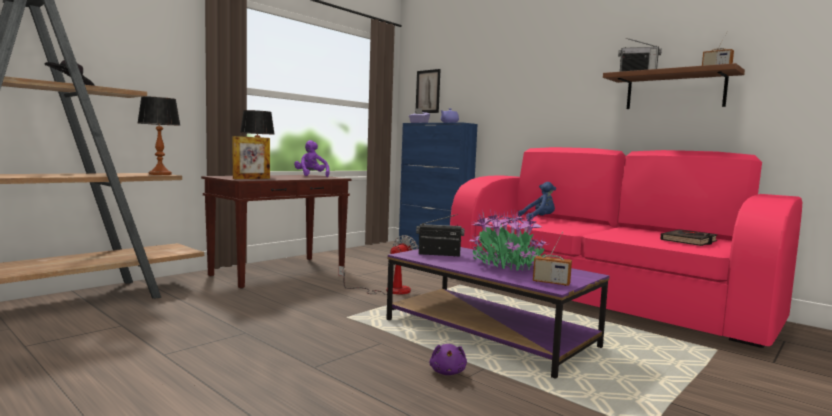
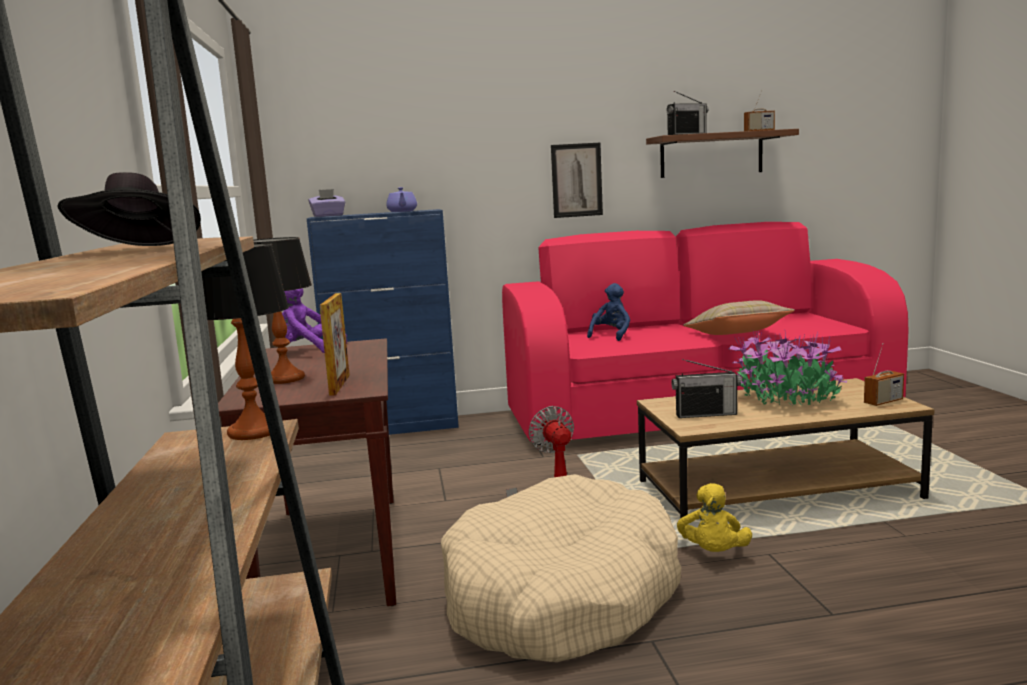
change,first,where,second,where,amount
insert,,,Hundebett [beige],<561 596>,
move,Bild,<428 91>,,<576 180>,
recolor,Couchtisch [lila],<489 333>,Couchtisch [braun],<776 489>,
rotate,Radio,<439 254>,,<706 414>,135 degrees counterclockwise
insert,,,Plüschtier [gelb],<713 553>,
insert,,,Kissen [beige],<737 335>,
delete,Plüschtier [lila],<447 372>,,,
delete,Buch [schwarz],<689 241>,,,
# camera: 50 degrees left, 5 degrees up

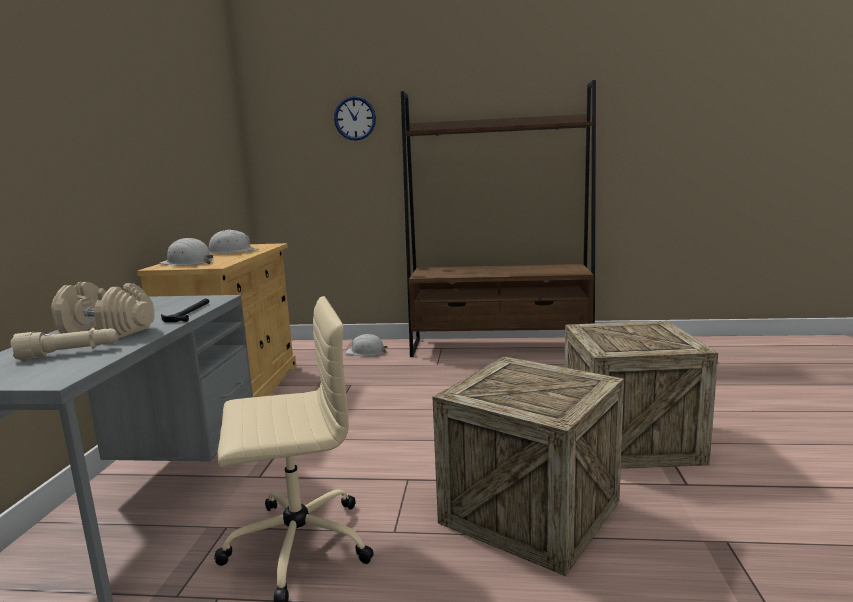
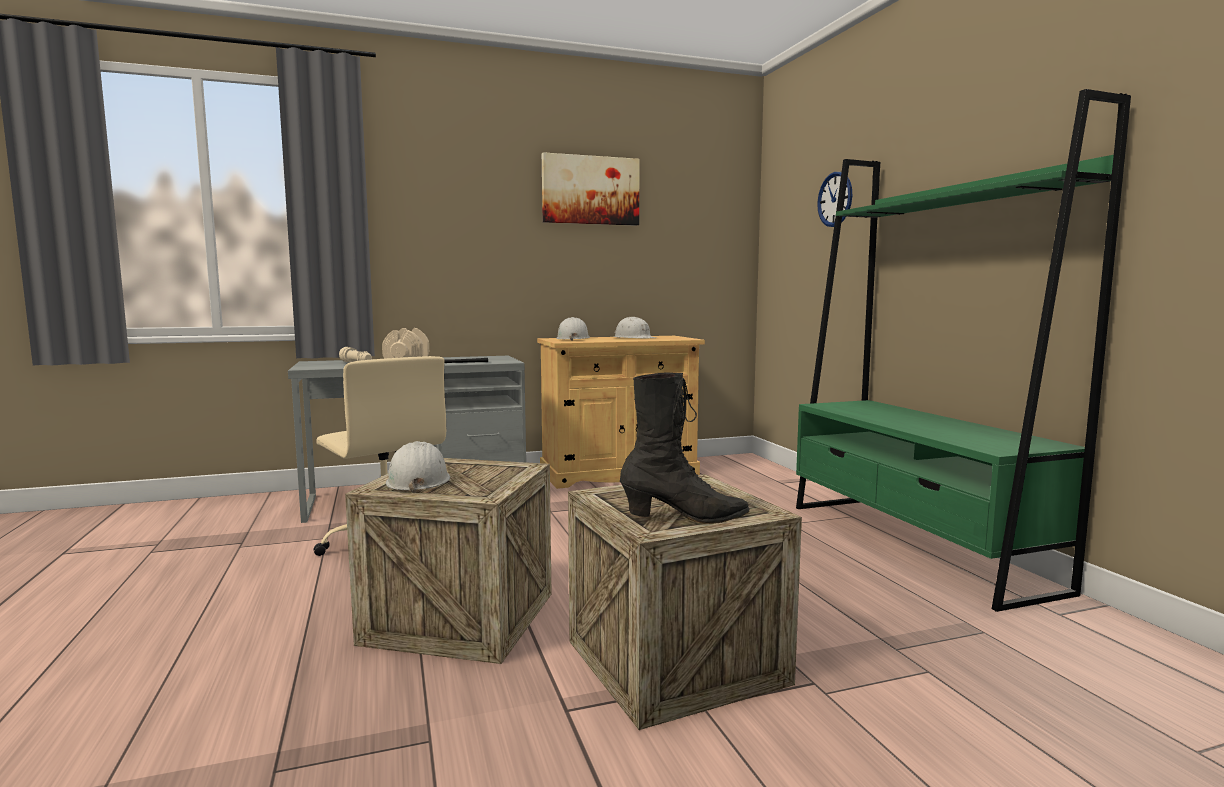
change,first,where,second,where,amount
move,Schutzhelm [weiß],<366 352>,,<418 480>,
insert,,,Bild,<590 190>,
insert,,,Stiefel [schwarz],<685 518>,
recolor,Bücherregal [braun],<500 347>,Bücherregal [grün],<914 545>,
# camera: 65 degrees right, 5 degrees down

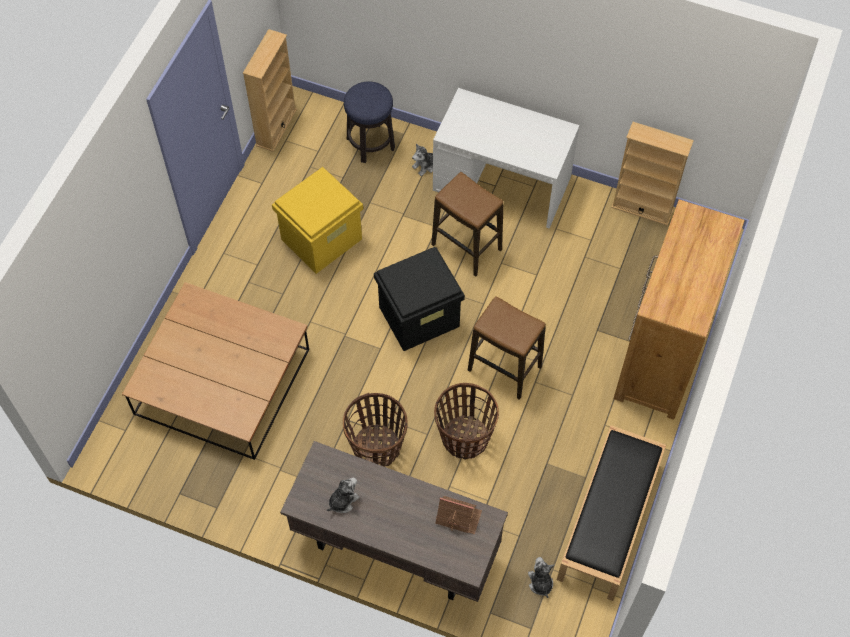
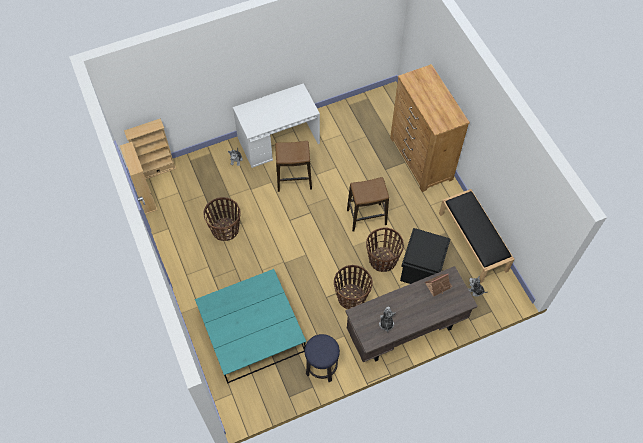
change,first,where,second,where,amount
move,Bücherregal [beige],<642 208>,,<157 170>,
recolor,Couchtisch [braun],<222 381>,Couchtisch [türkis],<252 331>,
replace,Aufbewahrungsbox [gelb],<322 238>,Korb,<225 229>,
move,Hocker,<370 143>,,<322 366>,
move,Aufbewahrungsbox [schwarz],<419 316>,,<421 269>,
# camera: 45 degrees left, 0 degrees up

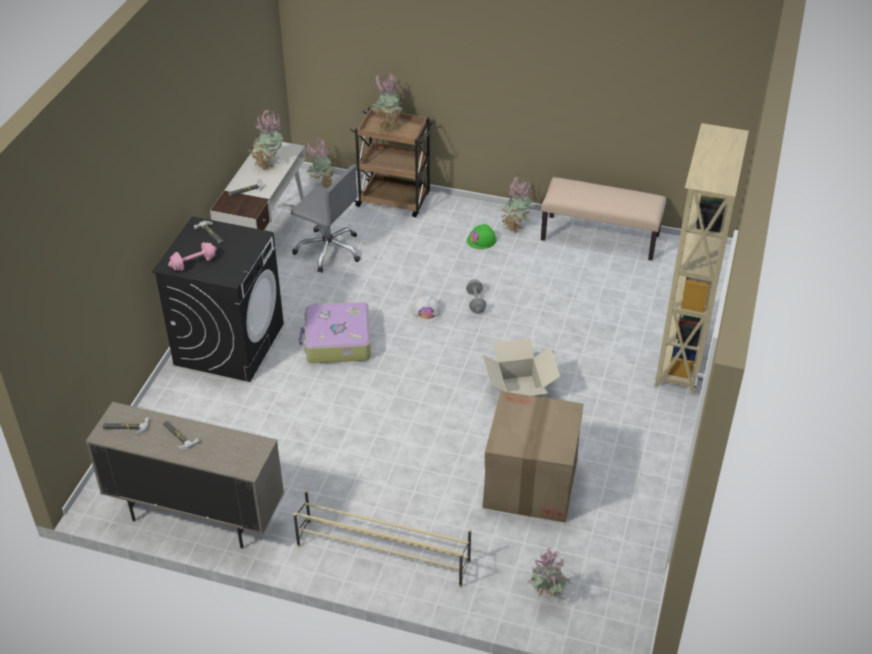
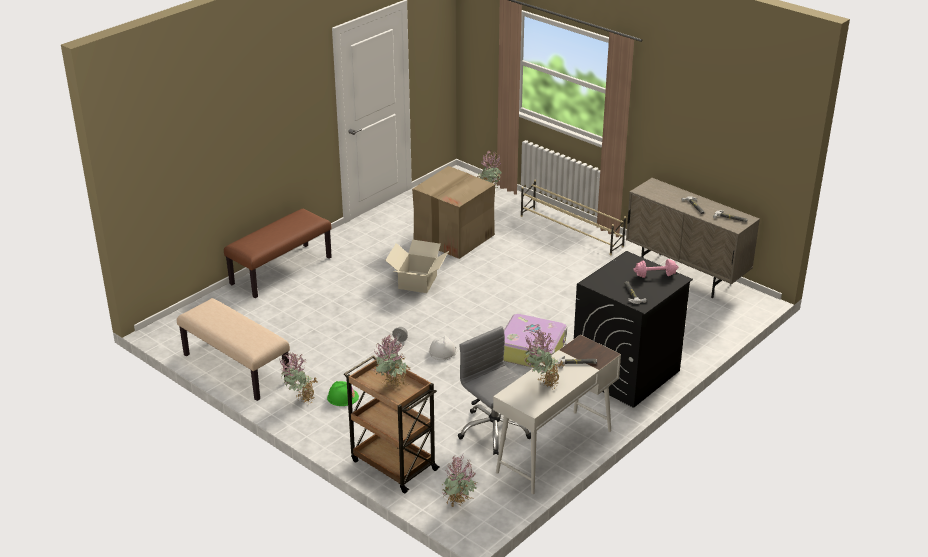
change,first,where,second,where,amount
replace,Bücherregal [beige],<680 358>,Bank [braun],<281 270>,
# camera: 155 degrees left, 10 degrees down

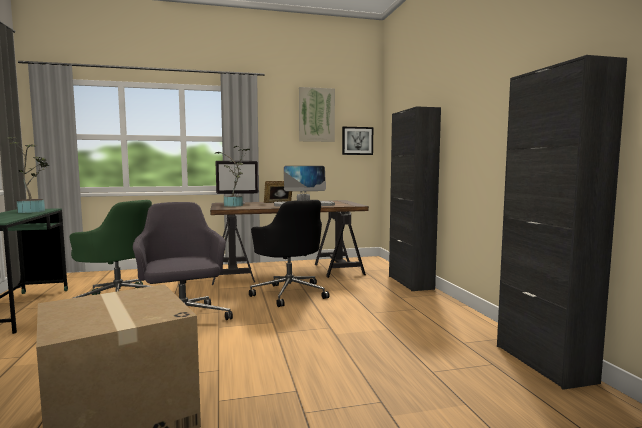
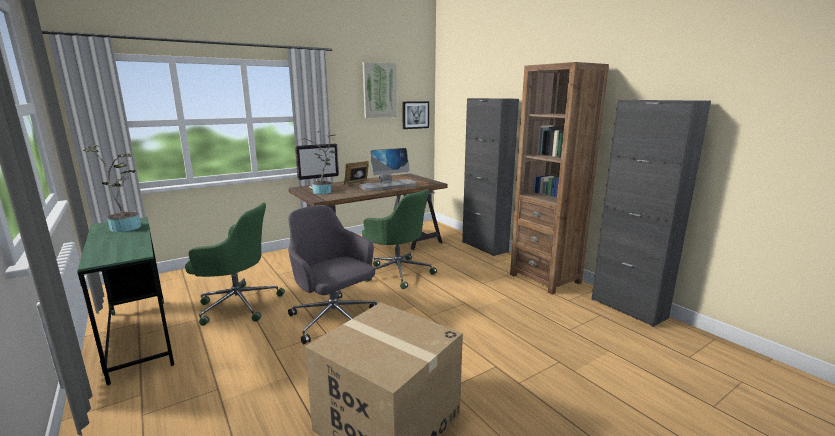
change,first,where,second,where,amount
recolor,Bürostuhl [schwarz],<289 293>,Bürostuhl [grün],<397 272>,
insert,,,Bücherregal [braun],<545 278>,
# camera: 20 degrees left, 10 degrees up

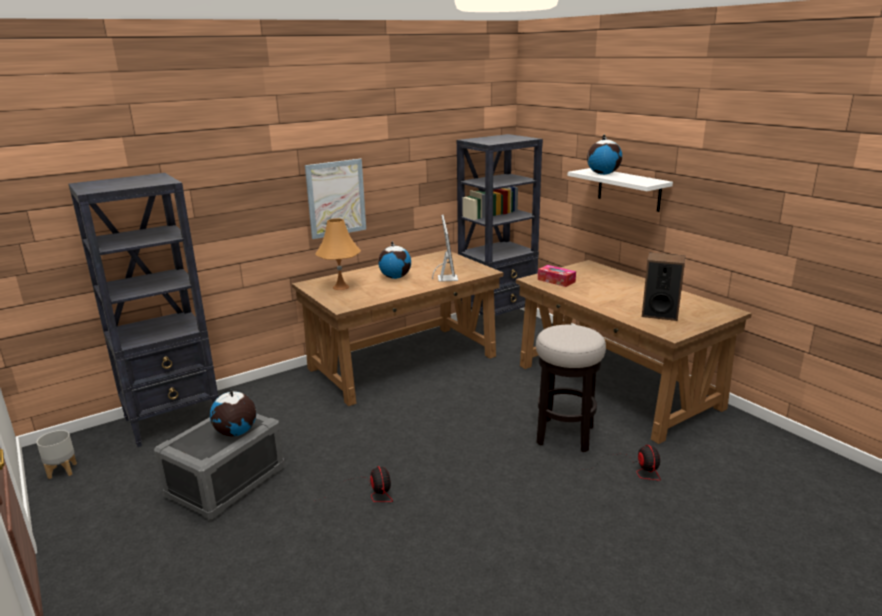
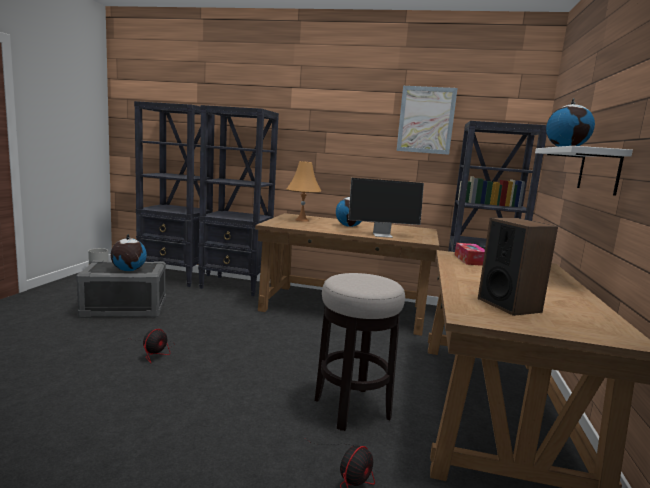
change,first,where,second,where,amount
insert,,,Bücherregal [schwarz],<236 286>,
rotate,Monitor,<447 278>,,<383 235>,45 degrees clockwise
move,Bild,<336 198>,,<426 120>,
# camera: 45 degrees right, 10 degrees down

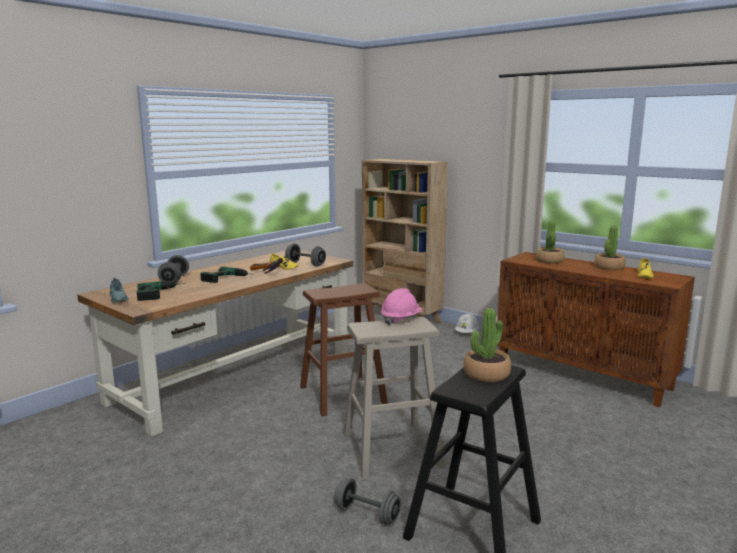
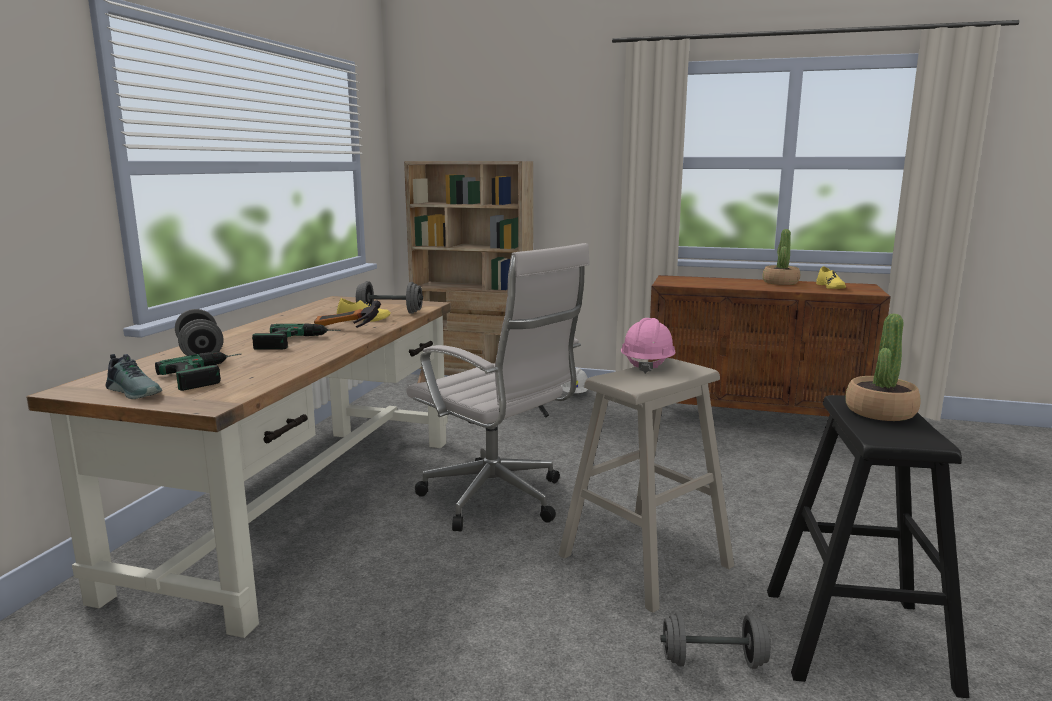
change,first,where,second,where,amount
replace,Hocker [braun],<342 394>,Bürostuhl [weiß],<498 500>,
delete,Topfpflanze,<549 261>,,,
# camera: 25 degrees left, 0 degrees up

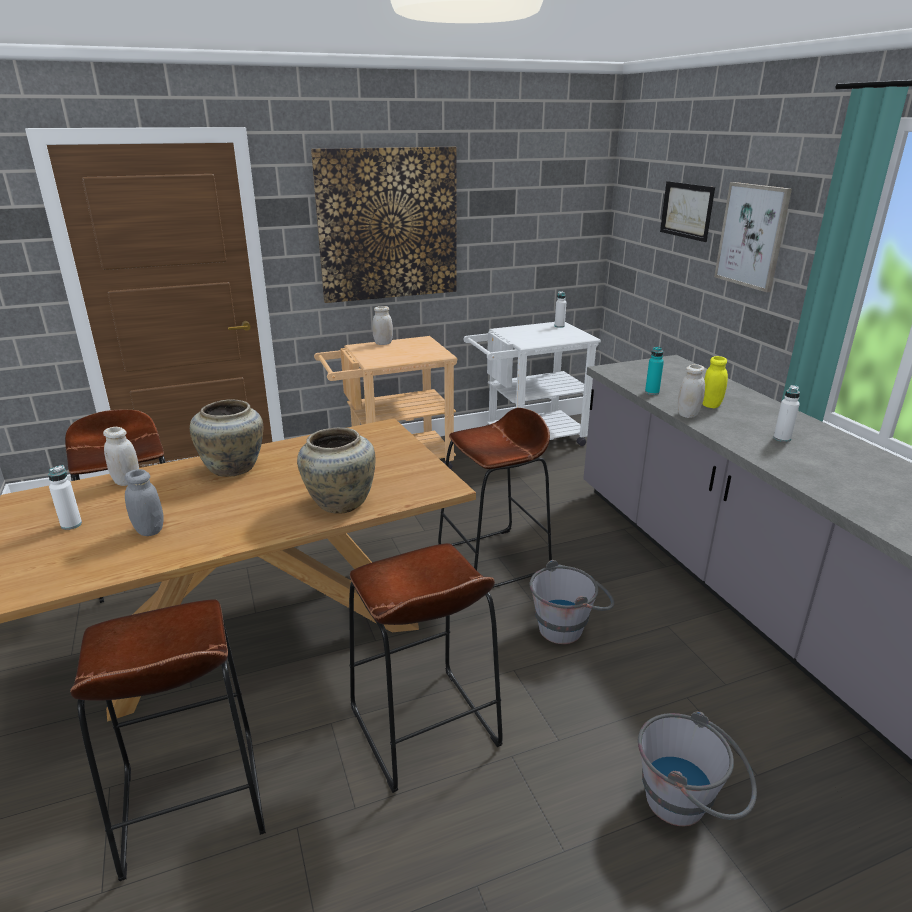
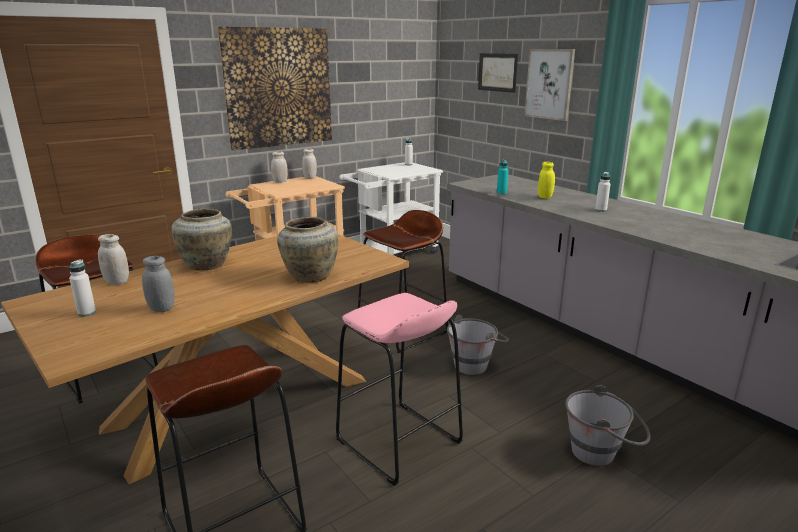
change,first,where,second,where,amount
move,Vorratsglas [weiß],<688 414>,,<310 178>,
recolor,Hocker [braun],<423 727>,Hocker [rosa],<398 441>,
# camera: 15 degrees left, 5 degrees down

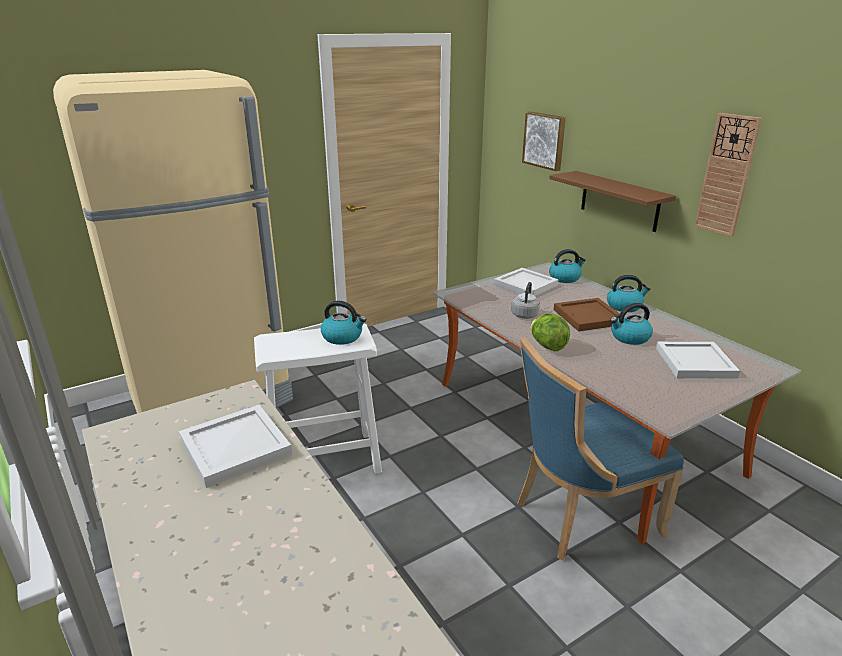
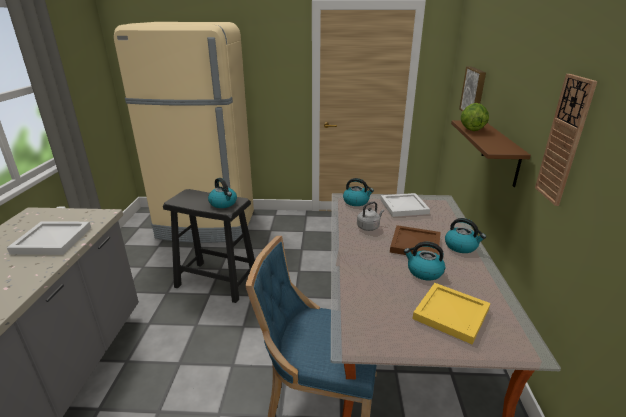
change,first,where,second,where,amount
recolor,Hocker [weiß],<323 460>,Hocker [schwarz],<216 281>,
move,Wasserkessel,<565 278>,,<356 201>,
recolor,Tablett [weiß],<696 363>,Tablett [gelb],<451 315>,
move,Salatkopf,<547 346>,,<471 129>,
# camera: 35 degrees right, 0 degrees up

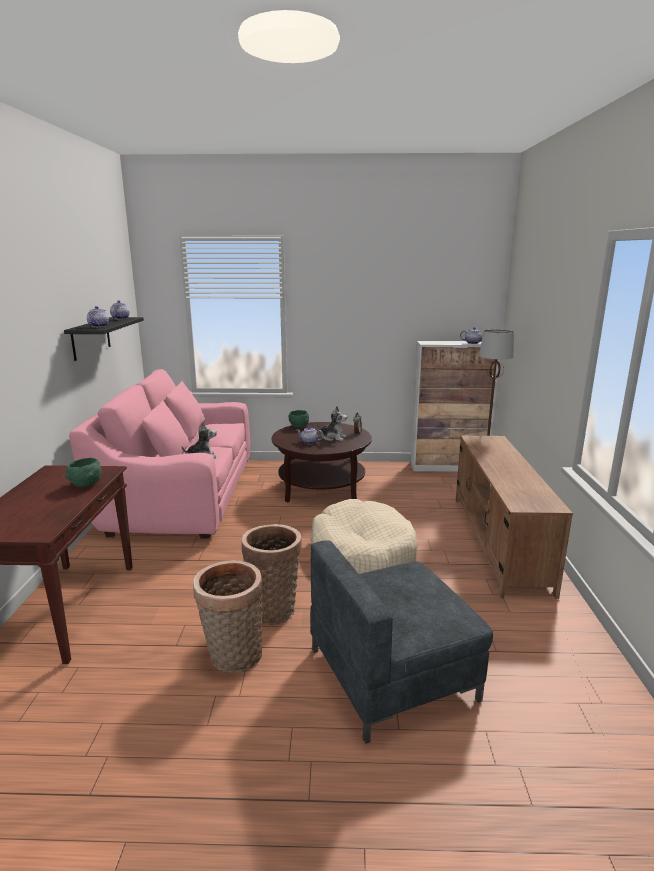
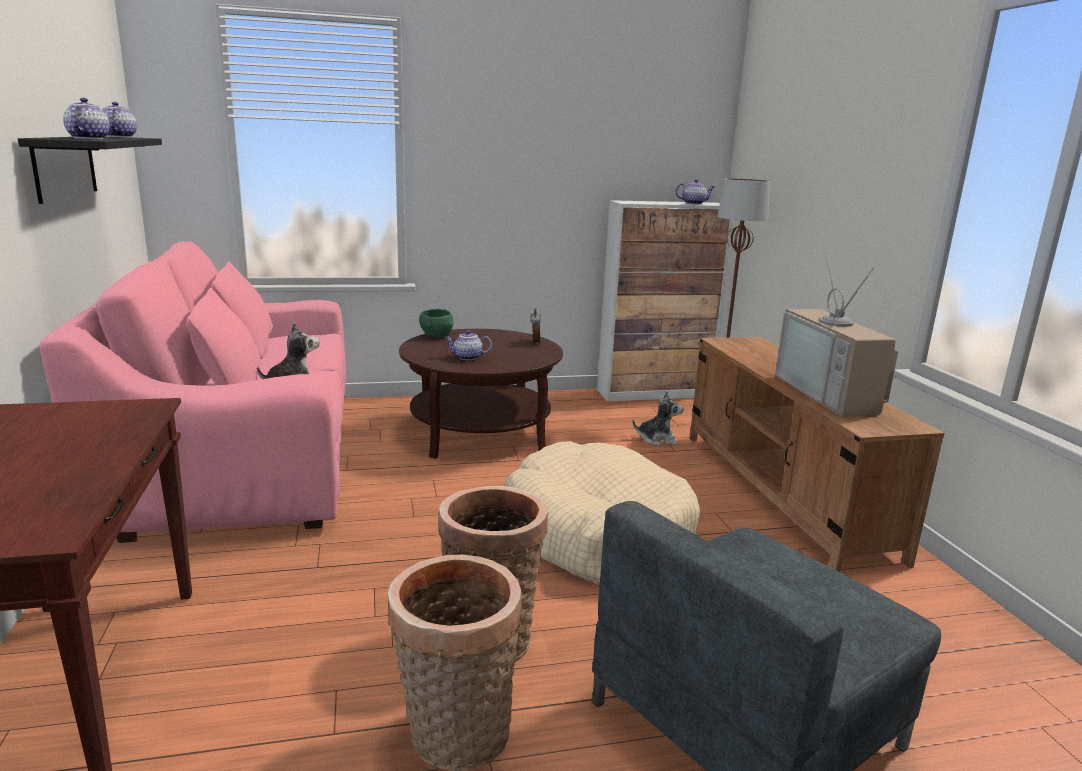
change,first,where,second,where,amount
move,Plüschtier,<333 438>,,<657 439>,
insert,,,Fernseher,<832 394>,
delete,Schüssel [grün],<86 484>,,,
# camera: 15 degrees left, 0 degrees up

